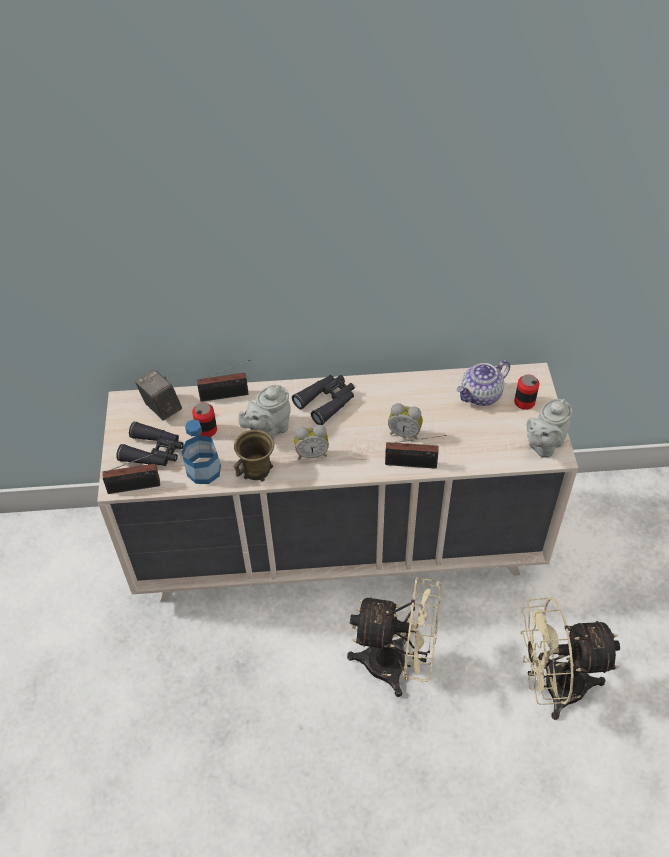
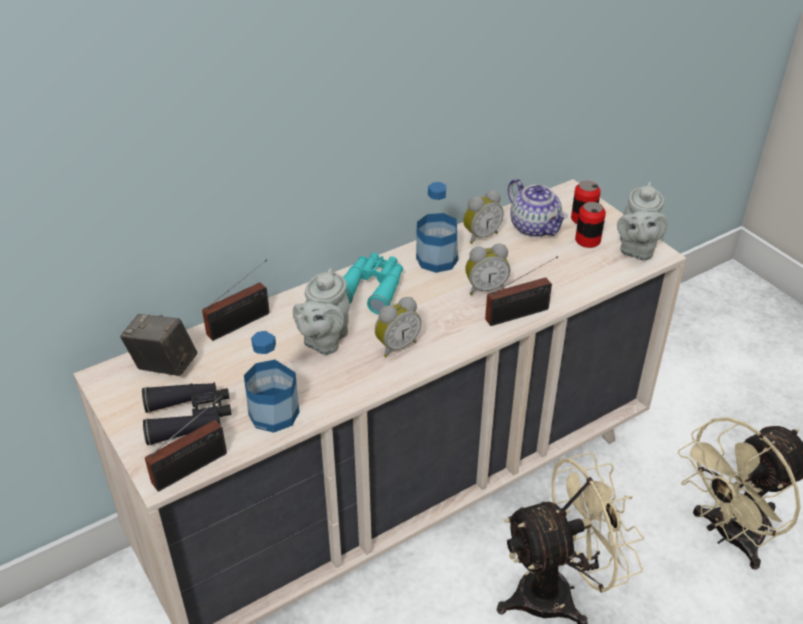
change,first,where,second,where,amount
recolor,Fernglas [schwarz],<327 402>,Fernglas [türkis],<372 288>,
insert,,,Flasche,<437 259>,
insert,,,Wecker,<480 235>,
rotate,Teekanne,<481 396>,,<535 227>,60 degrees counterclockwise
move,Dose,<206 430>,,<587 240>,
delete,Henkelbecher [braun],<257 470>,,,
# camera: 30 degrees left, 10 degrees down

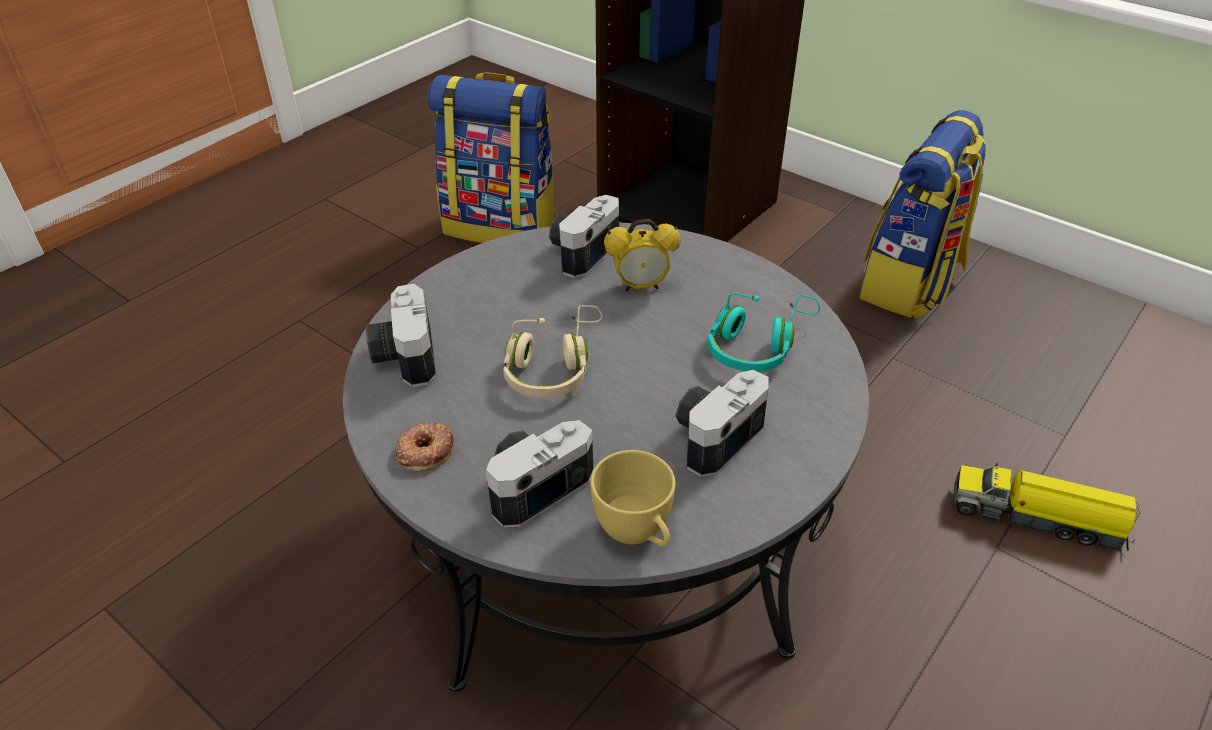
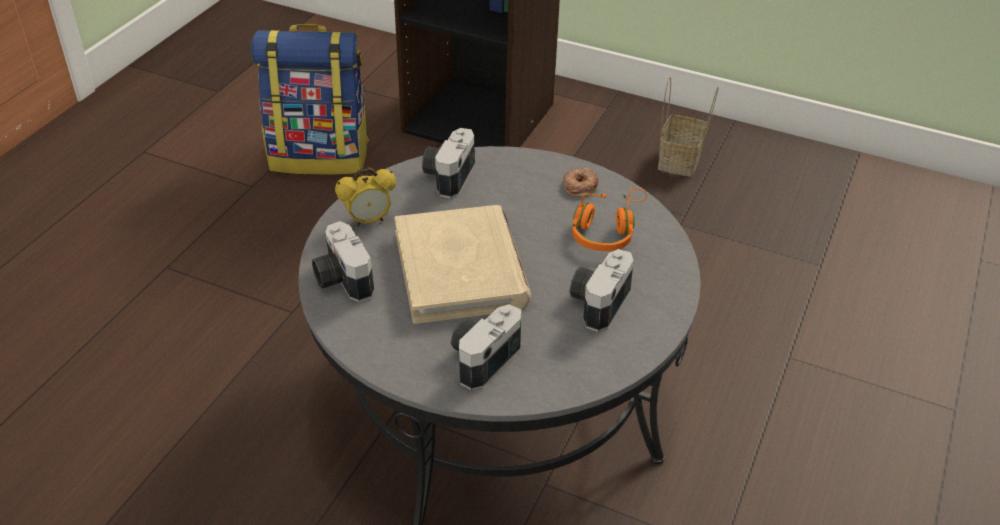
change,first,where,second,where,amount
move,Wecker,<640 286>,,<368 221>,
replace,Kopfhörer [beige],<553 366>,Buch [beige],<461 269>,
move,Donut,<425 451>,,<579 185>,
recolor,Kopfhörer [türkis],<758 345>,Kopfhörer [orange],<607 230>,
replace,Rucksack,<910 284>,Korb,<680 161>,
delete,Tasse [gelb],<637 533>,,,
delete,Spielzeuglaster,<1038 517>,,,
# camera: 15 degrees left, 0 degrees up

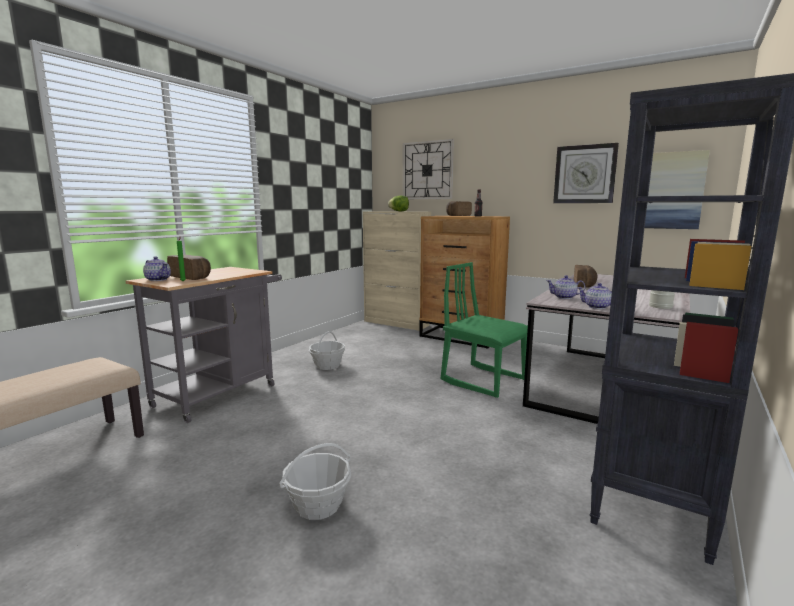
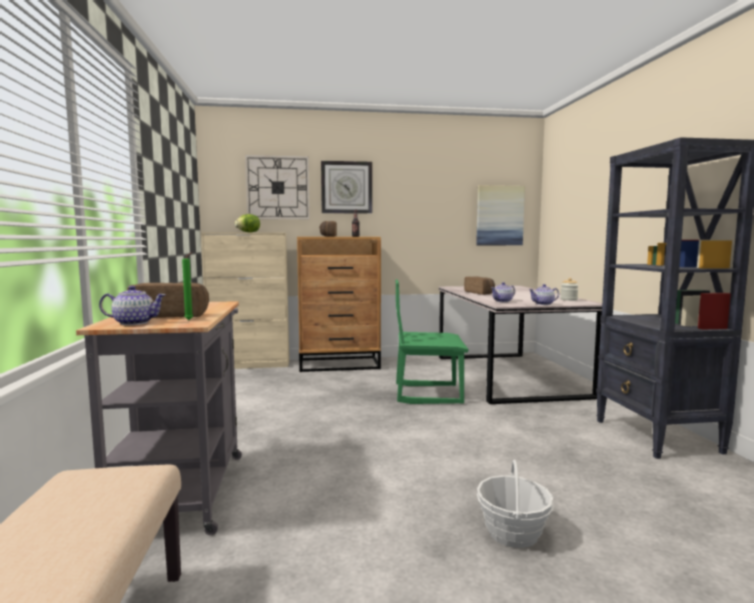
change,first,where,second,where,amount
move,Wanduhr,<584 174>,,<346 187>,
delete,Korb,<327 365>,,,
# camera: 40 degrees left, 5 degrees down

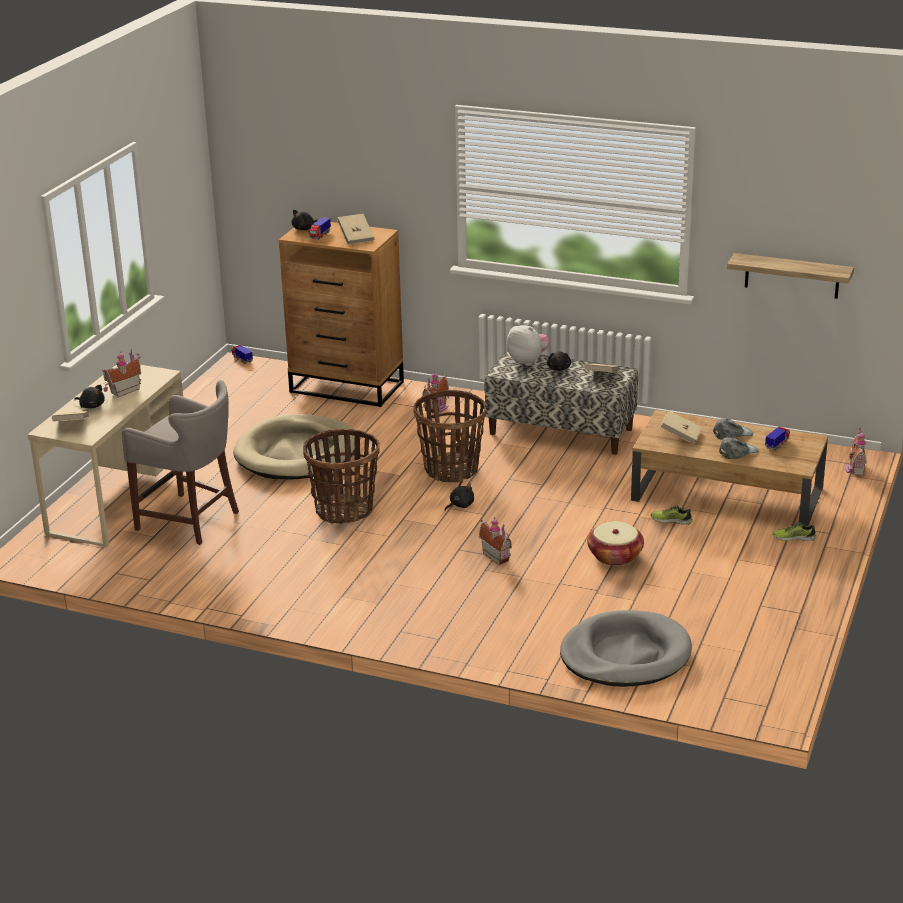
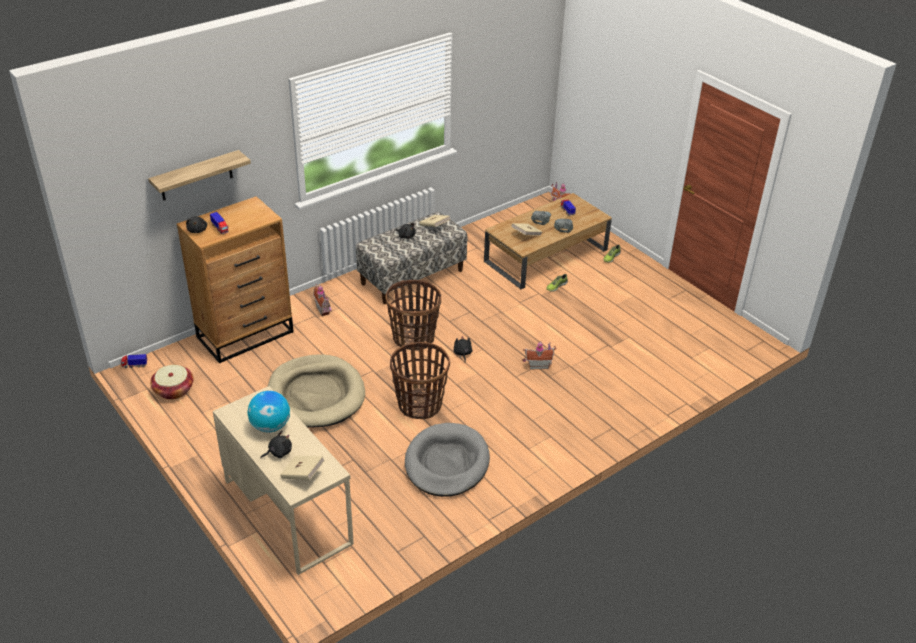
change,first,where,second,where,amount
move,Wandregal,<792 276>,,<196 176>,
move,Korb,<615 556>,,<174 390>,
replace,Spielzeughaus,<123 390>,Globus,<270 426>,
move,Hundebett [grau],<625 655>,,<446 463>,
delete,Hocker [grau],<191 520>,,,
delete,Buch [beige],<356 238>,,,
delete,Plüschtier,<528 361>,,,
# camera: 60 degrees left, 10 degrees up

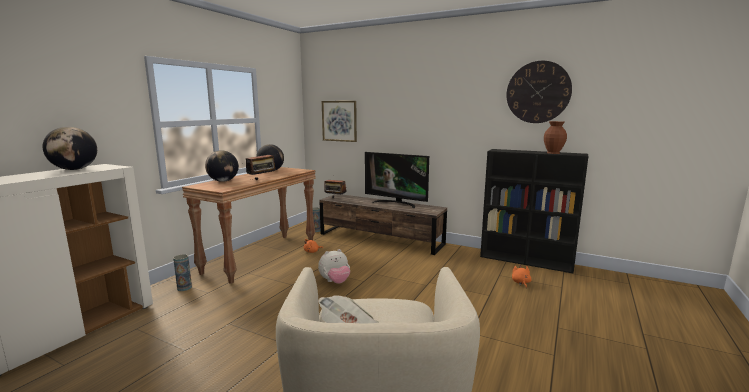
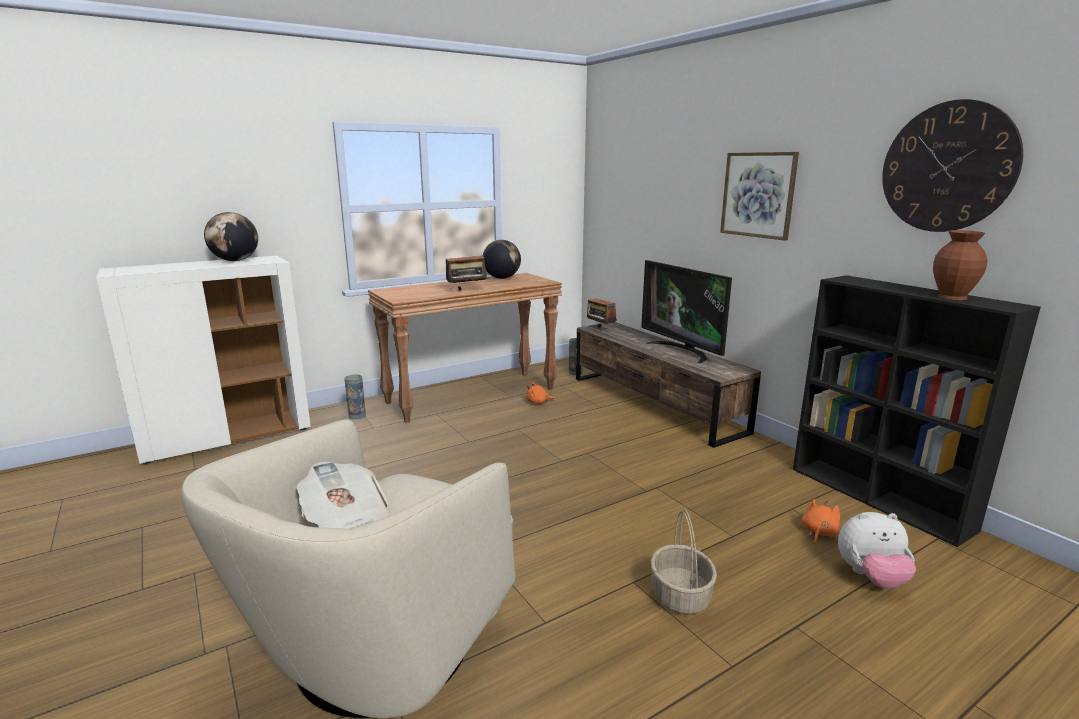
change,first,where,second,where,amount
insert,,,Korb,<681 597>,
move,Bild,<339 121>,,<758 195>,
move,Plüschtier,<335 282>,,<871 577>,
delete,Globus,<223 181>,,,
# camera: 30 degrees right, 5 degrees up

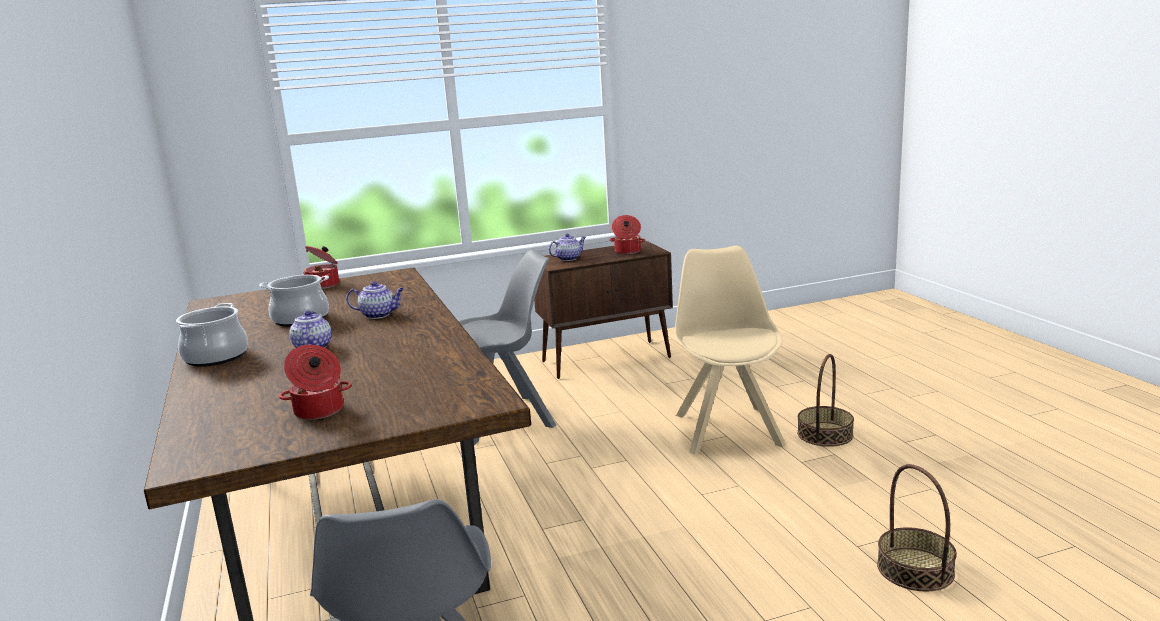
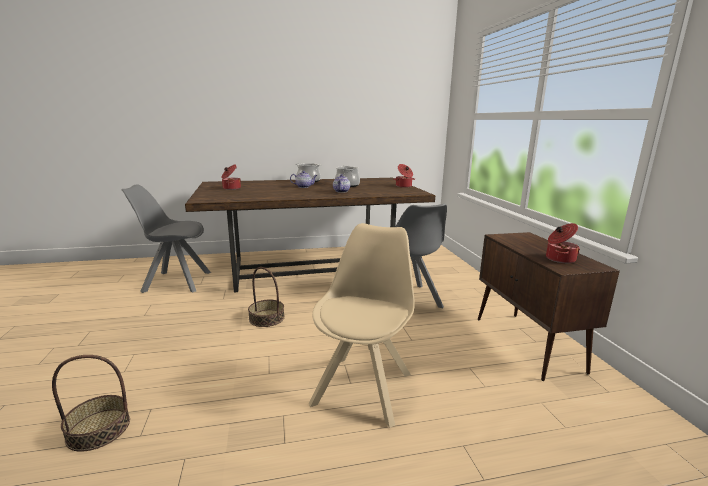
change,first,where,second,where,amount
move,Korb,<825 434>,,<266 318>,
rotate,Stuhl [beige],<727 428>,,<364 386>,75 degrees counterclockwise
delete,Teekanne,<568 258>,,,
# camera: 95 degrees right, 0 degrees up

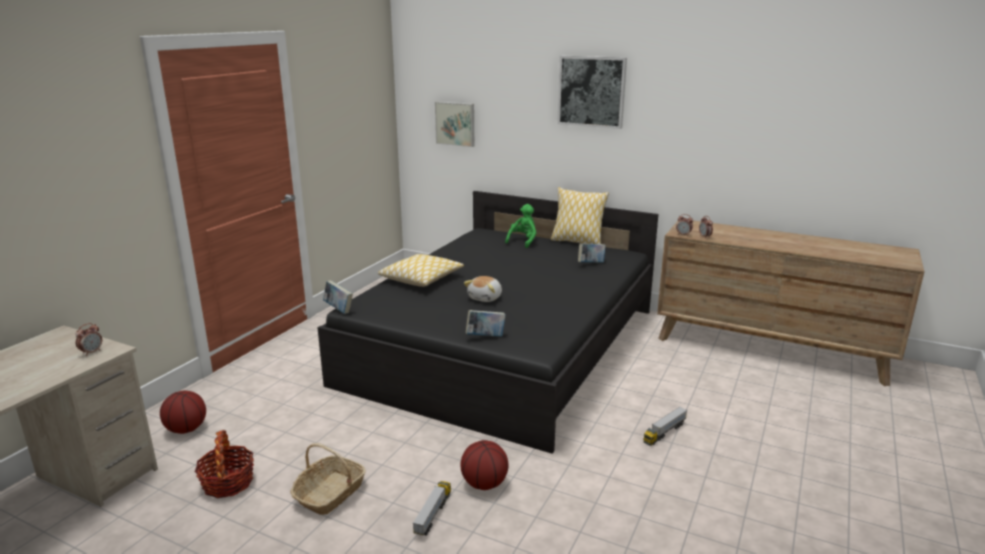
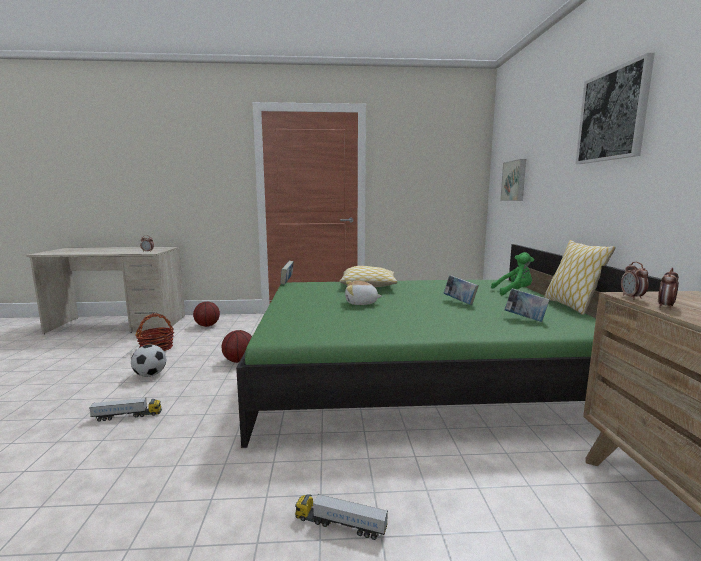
change,first,where,second,where,amount
replace,Korb,<330 493>,Fußball,<150 375>,
move,Basketball,<484 484>,,<239 361>,
recolor,Bett [schwarz],<504 345>,Bett [grün],<414 373>,
move,Buch,<485 337>,,<459 302>,
# camera: 60 degrees right, 10 degrees down

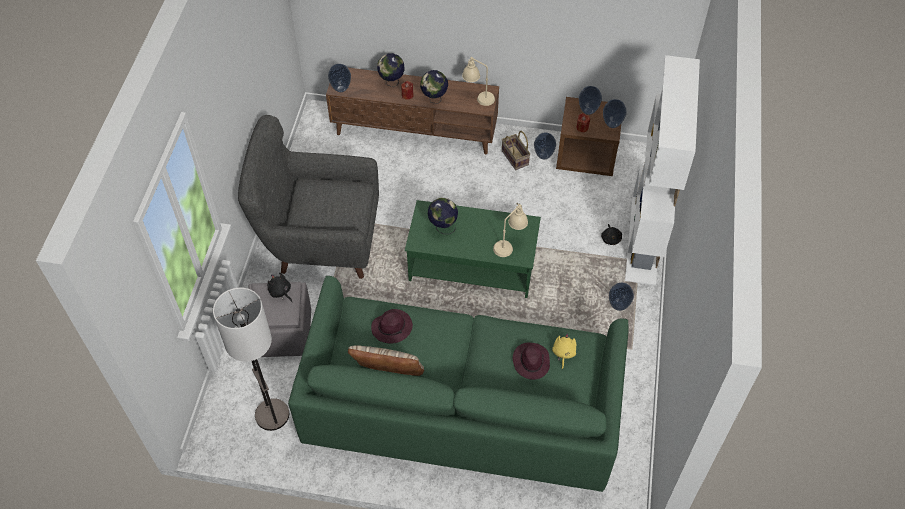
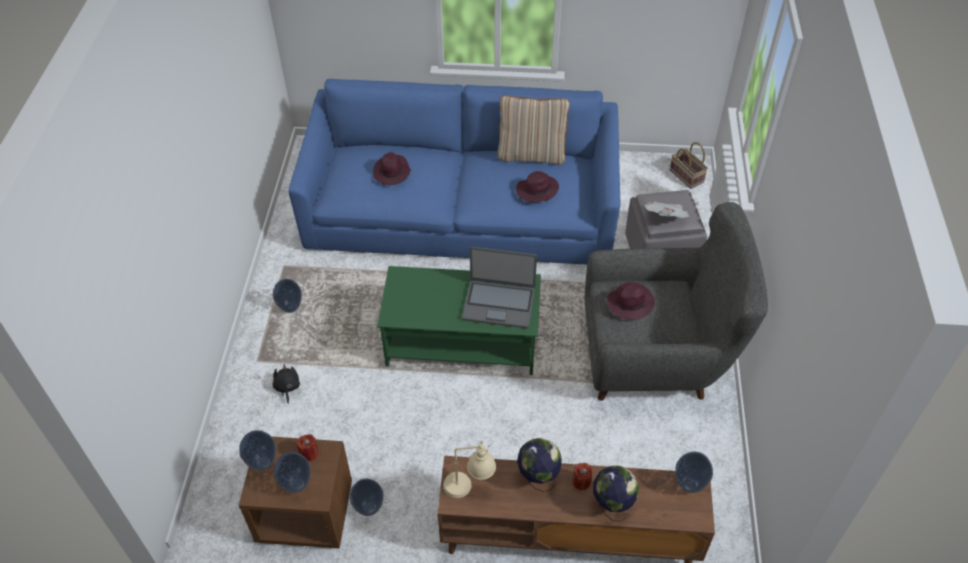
change,first,where,second,where,amount
recolor,Sofa [grün],<461 401>,Sofa [blau],<461 208>,
replace,Globus,<442 226>,Laptop,<499 304>,
insert,,,Hut [lila],<630 303>,
replace,Plüschtier [schwarz],<280 292>,Zeitung,<666 218>,
move,Korb,<514 157>,,<687 176>,
delete,Stehlampe,<272 415>,,,
delete,Tischlampe [beige],<509 244>,,,
delete,Plüschtier [gelb],<563 353>,,,
delete,Bücherregal [weiß],<644 240>,,,
# camera: 175 degrees right, 5 degrees down

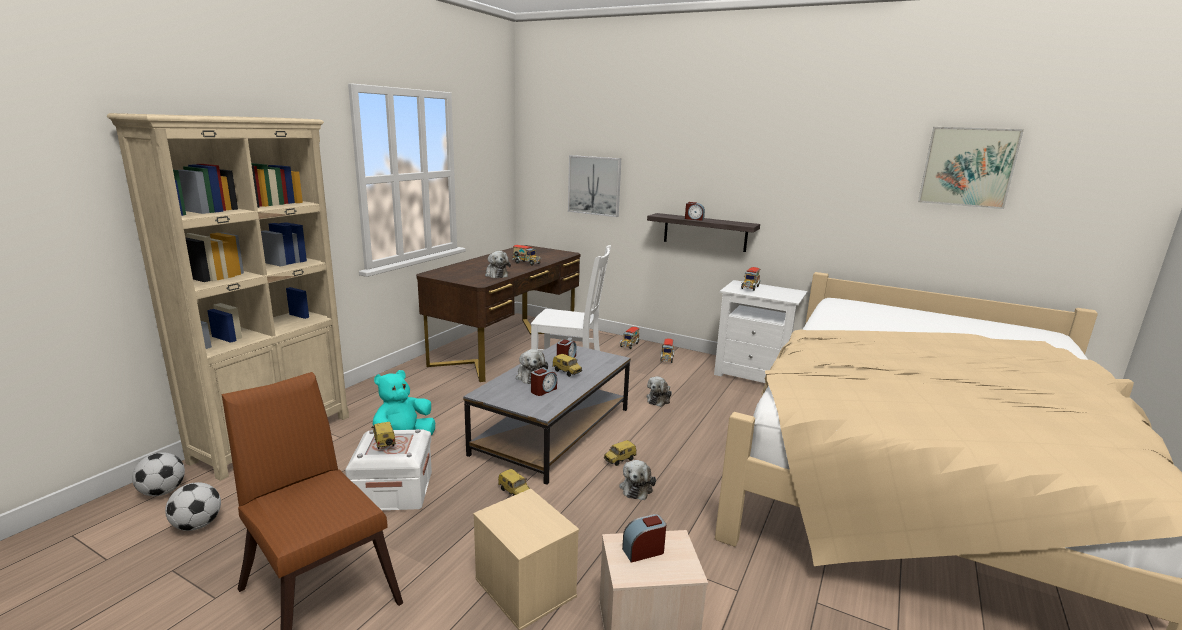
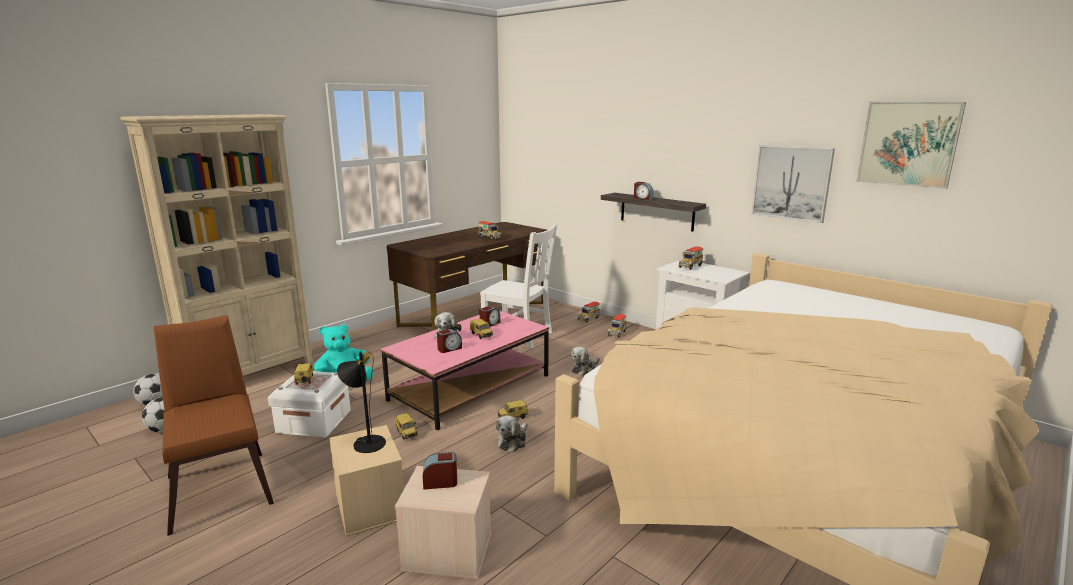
change,first,where,second,where,amount
insert,,,Tischlampe [schwarz],<365 441>,
recolor,Couchtisch [grau],<553 430>,Couchtisch [rosa],<471 387>,
move,Bild,<594 185>,,<791 182>,
delete,Plüschtier,<496 274>,,,
# camera: 15 degrees right, 0 degrees up

